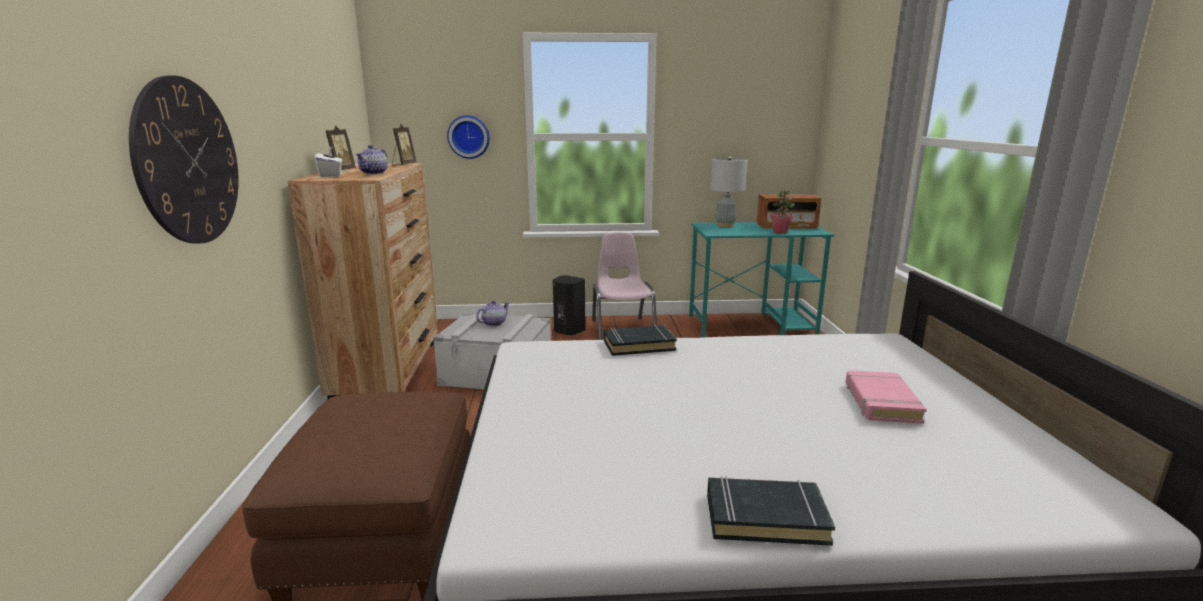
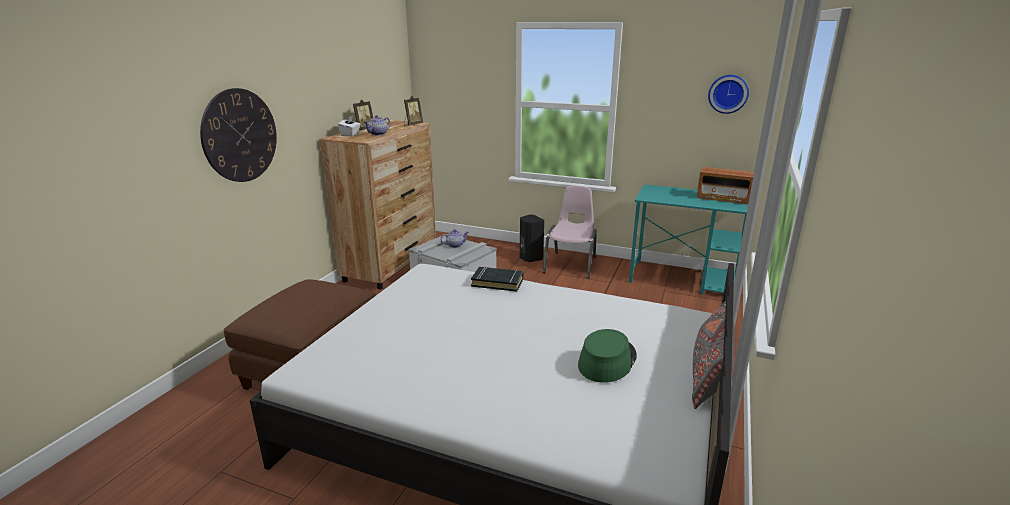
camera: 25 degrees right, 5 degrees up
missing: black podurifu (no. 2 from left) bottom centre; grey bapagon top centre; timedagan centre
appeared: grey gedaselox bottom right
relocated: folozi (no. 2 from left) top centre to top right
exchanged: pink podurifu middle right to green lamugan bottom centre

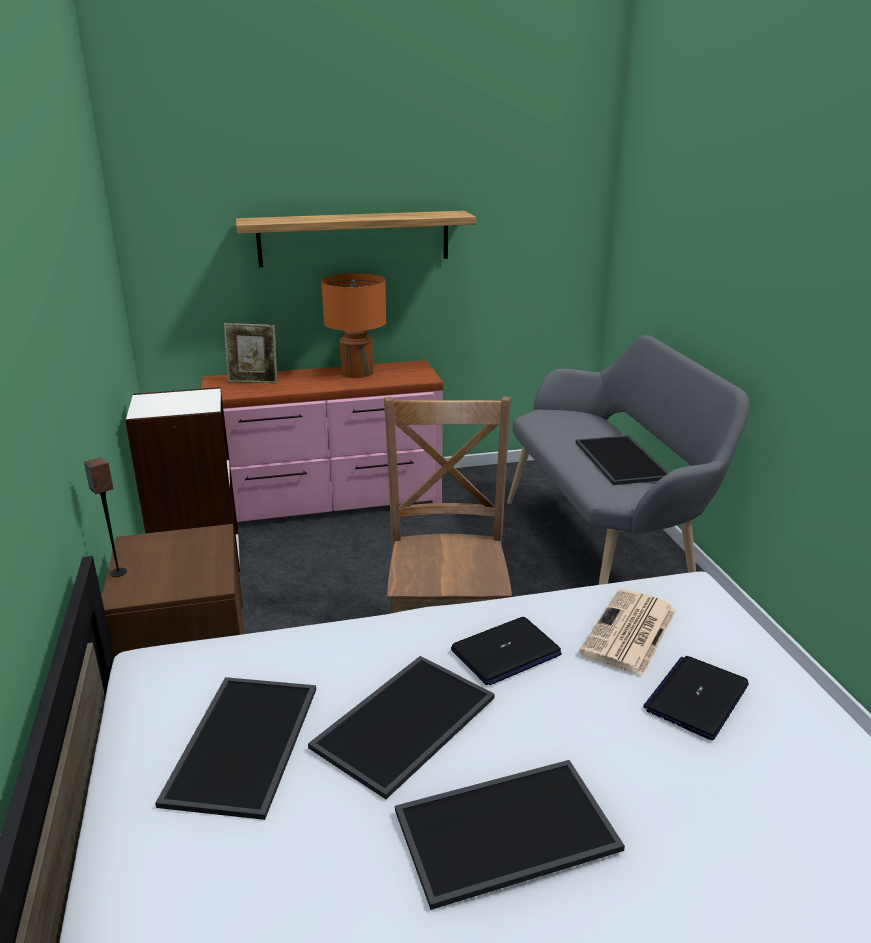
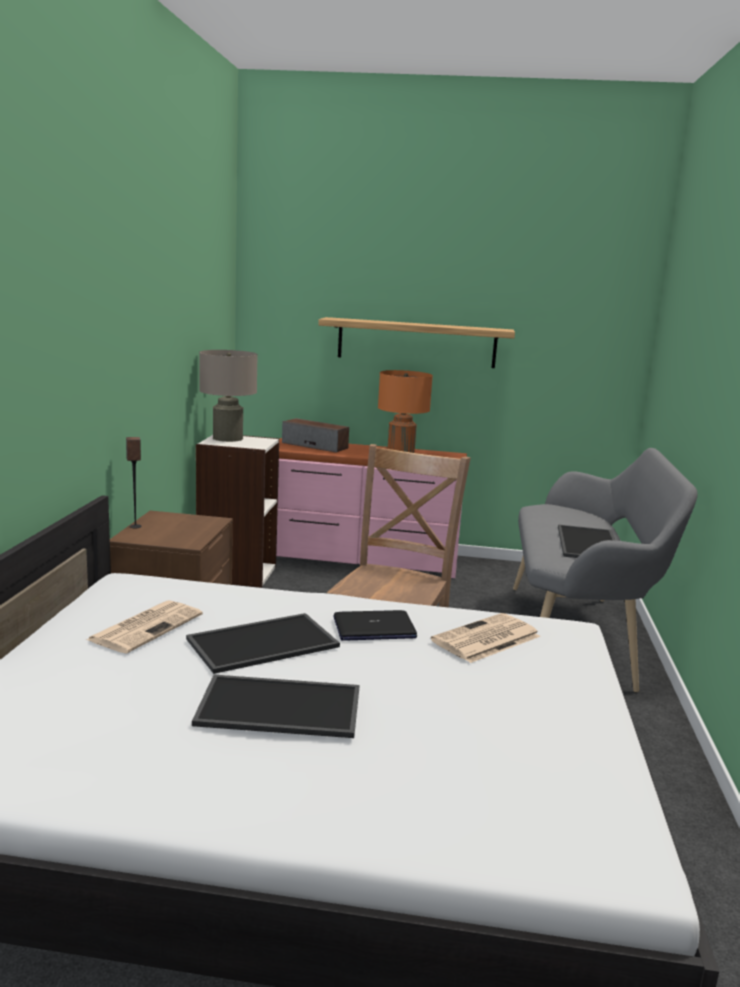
camera: 20 degrees right, 10 degrees down
missing: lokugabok (no. 2 from left) bottom right
appeared: beige bapagon middle left
exchanged: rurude (no. 1 from left) bottom left to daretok (no. 1 from left) middle left; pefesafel middle left to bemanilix (no. 2 from left) centre

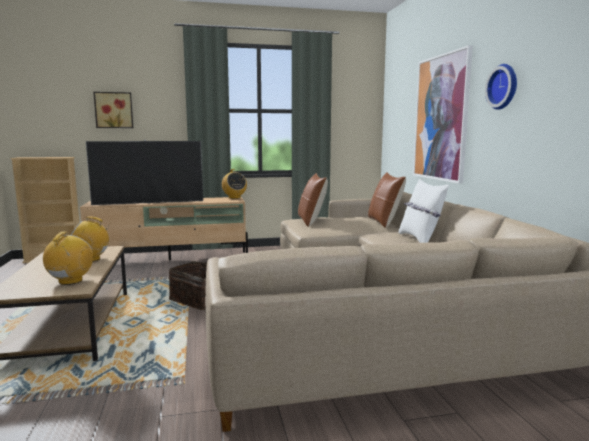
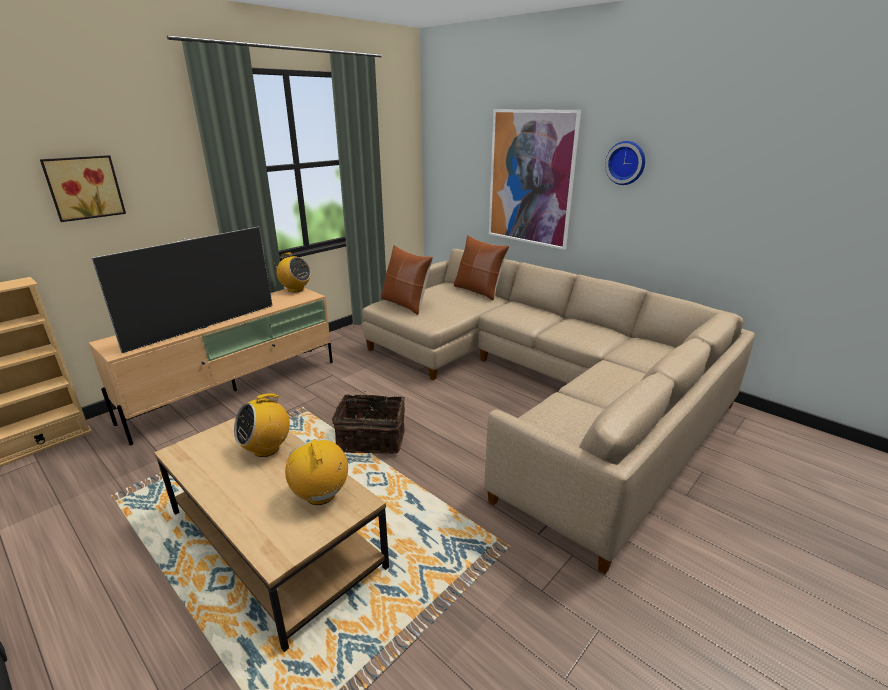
camera: 35 degrees left, 15 degrees up
missing: white gedaselox middle right

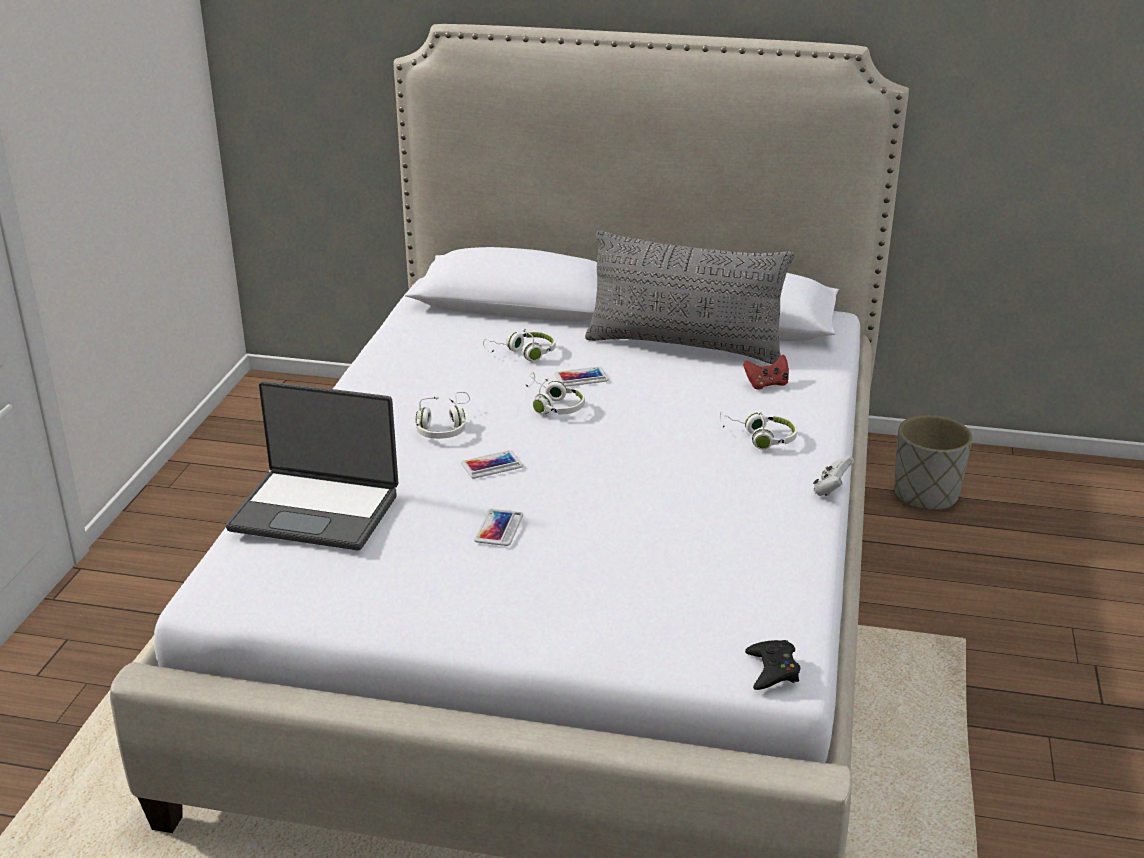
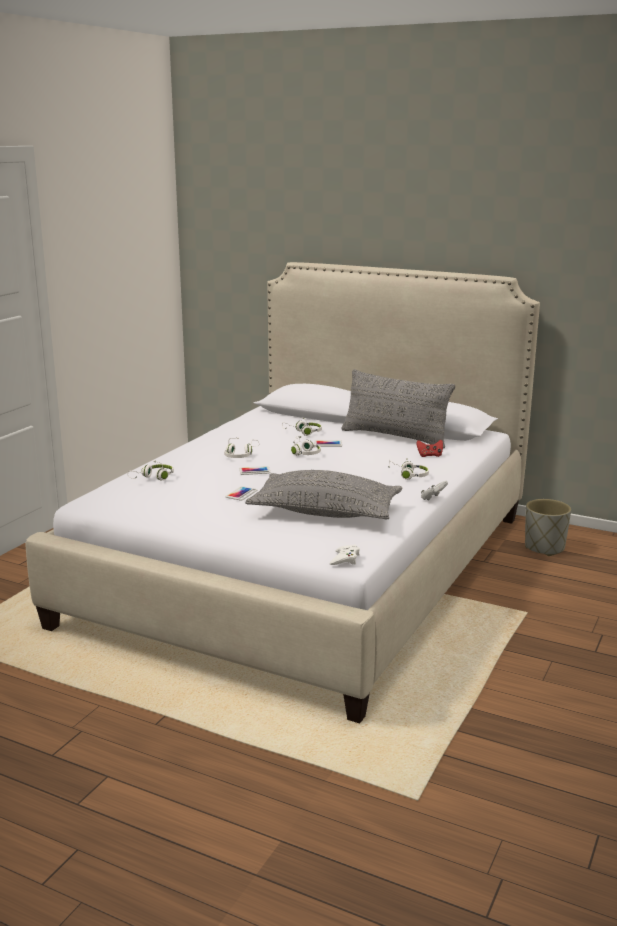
camera: 15 degrees right, 10 degrees down
appeared: grey gedaselox (no. 1 from left) centre
exchanged: lokugabok middle left to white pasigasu (no. 1 from left) middle left
colour: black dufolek bottom right to white dufolek (no. 1 from left) centre

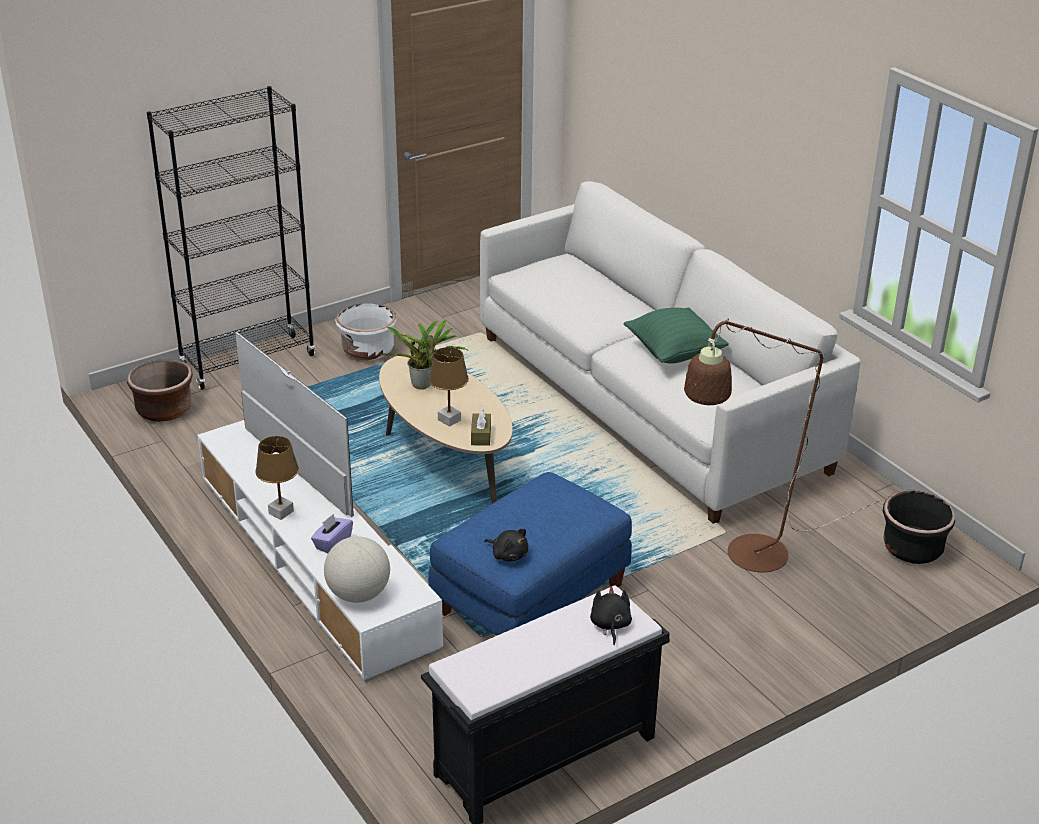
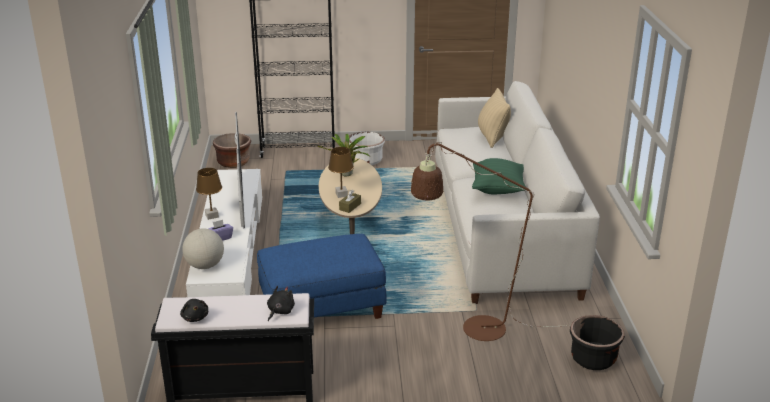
camera: 30 degrees right, 5 degrees down
appeared: beige gedaselox top centre
relocated: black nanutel (no. 1 from left) centre to bottom left

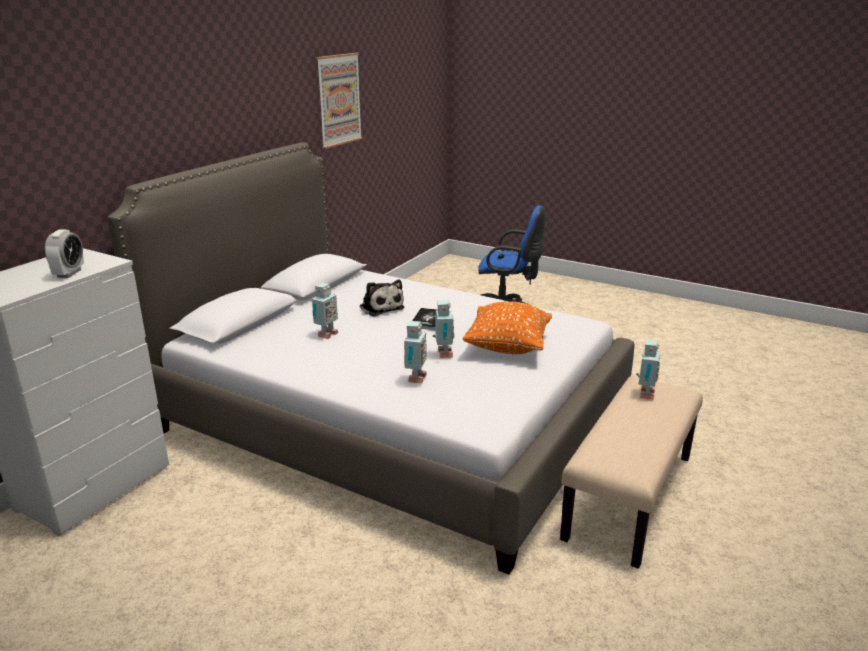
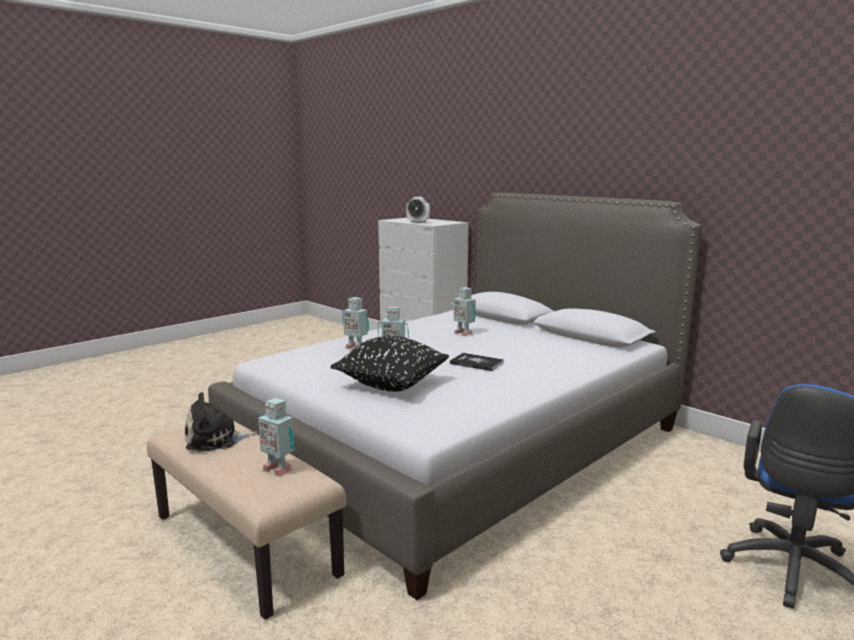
camera: 105 degrees right, 10 degrees down
missing: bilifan top centre
relocated: nanutel centre to middle left
colour: orange gedaselox centre to black gedaselox centre

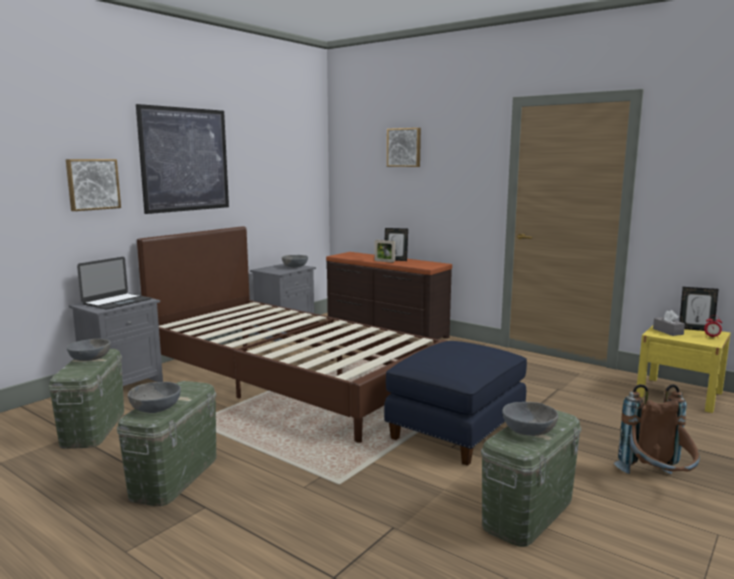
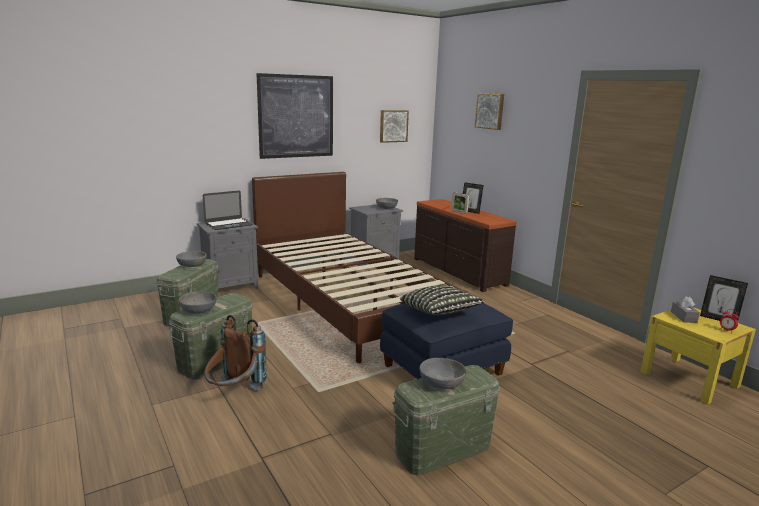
camera: 20 degrees right, 5 degrees up
appeared: gedaselox centre
relocated: bilifan (no. 1 from left in the first image) top left to bilifan (no. 2 from left) top centre; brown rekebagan bottom right to bottom left

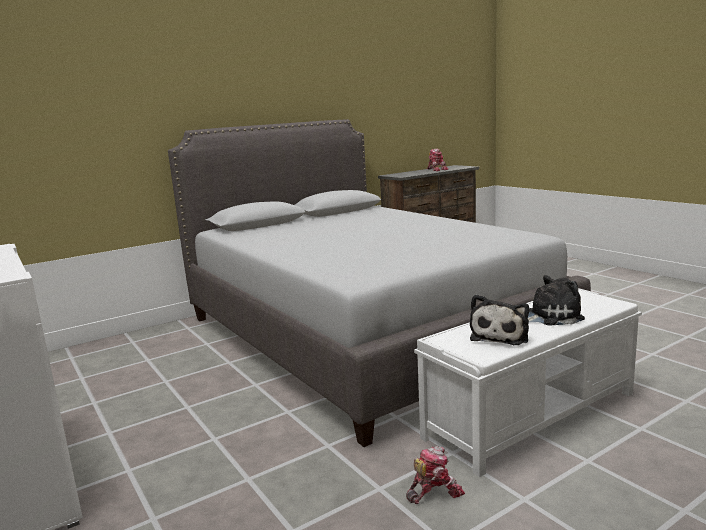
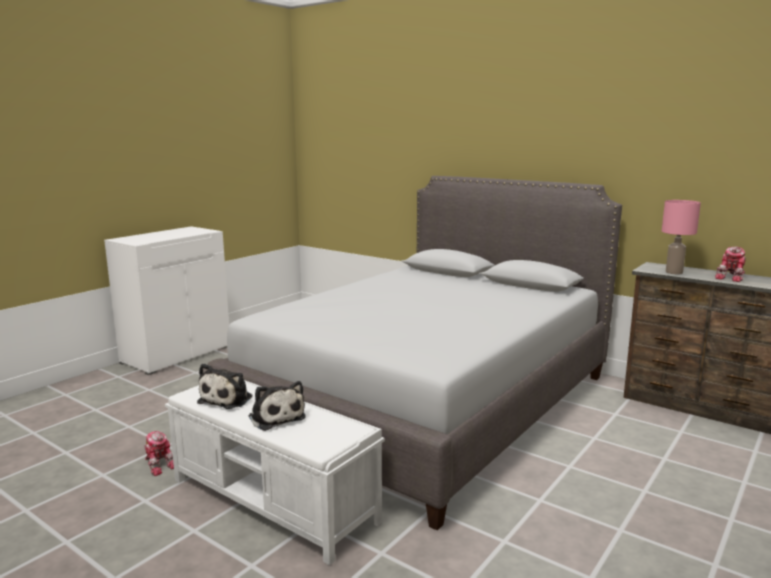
camera: 70 degrees right, 0 degrees up
appeared: pink bapagon middle right
spun: nanutel (no. 1 from left) middle right = bottom left 75 degrees counterclockwise

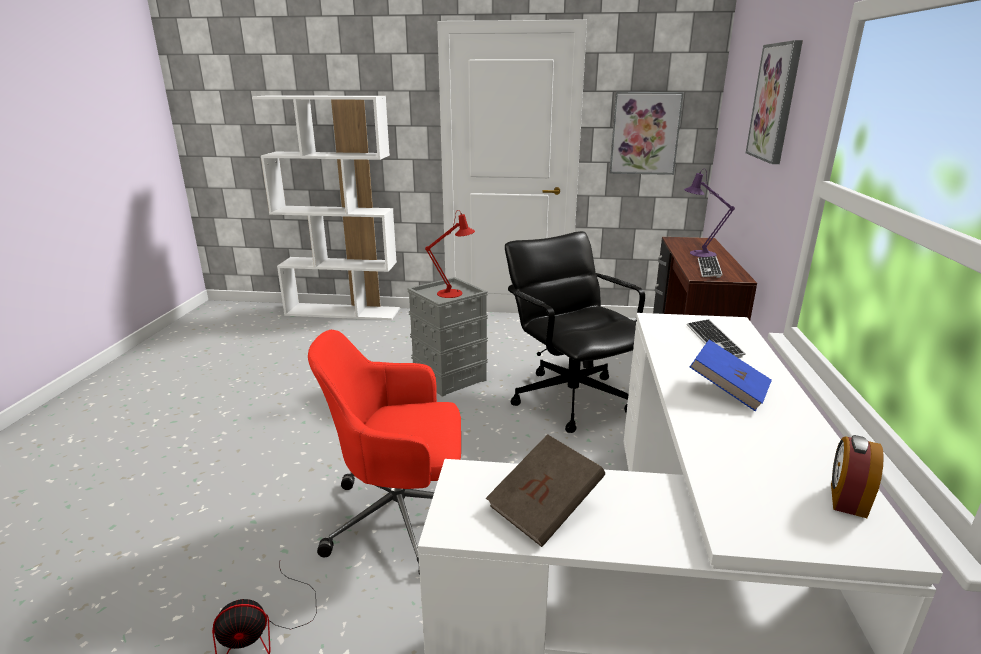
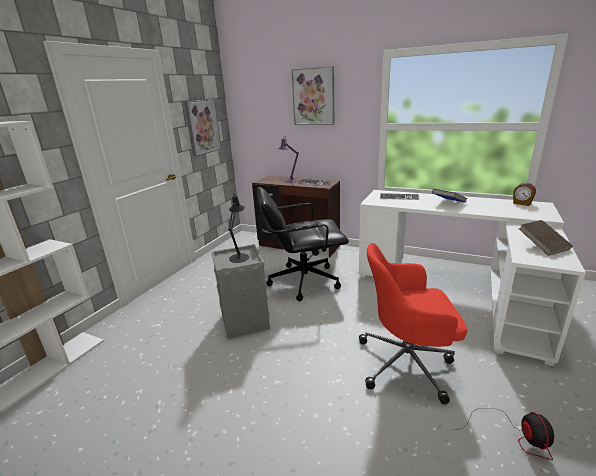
camera: 70 degrees left, 0 degrees up
colour: red bapagon centre to black bapagon centre
spun: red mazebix bottom centre = bottom right 75 degrees clockwise

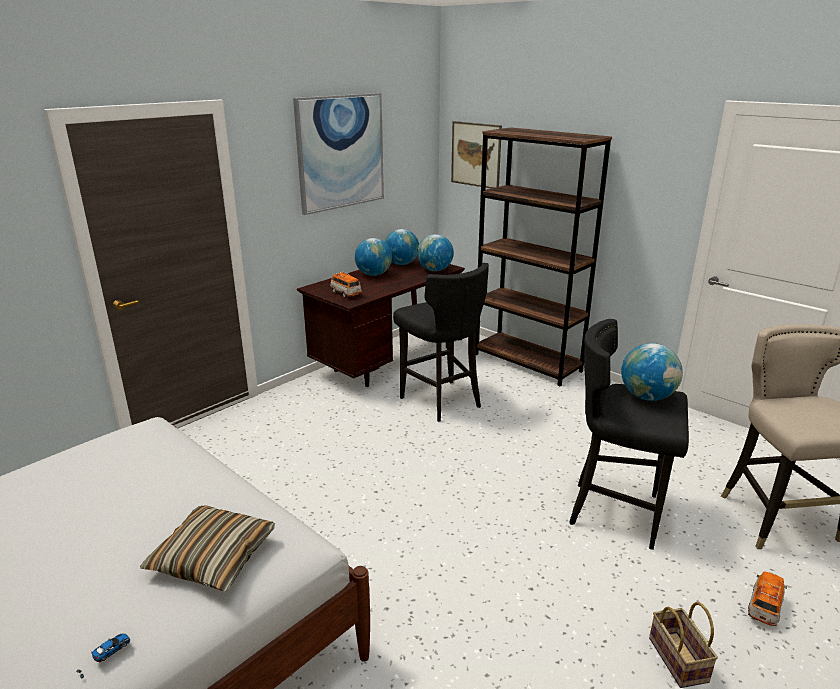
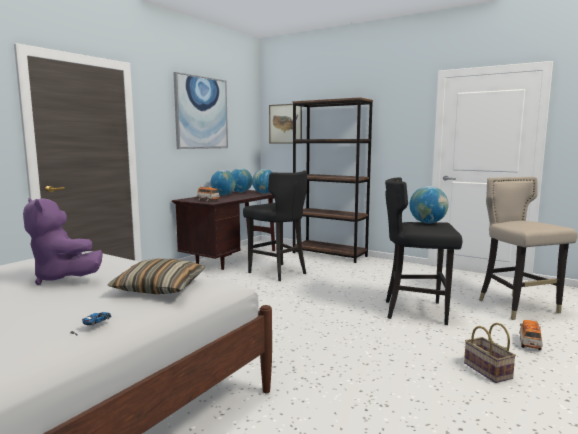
camera: 10 degrees left, 15 degrees down
appeared: purple nanutel middle left

